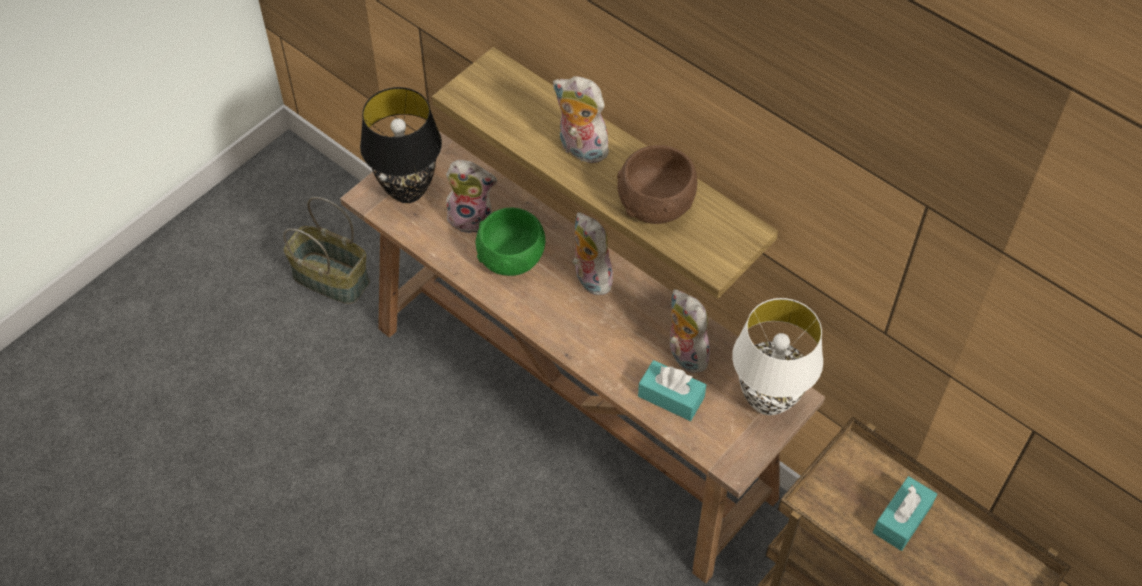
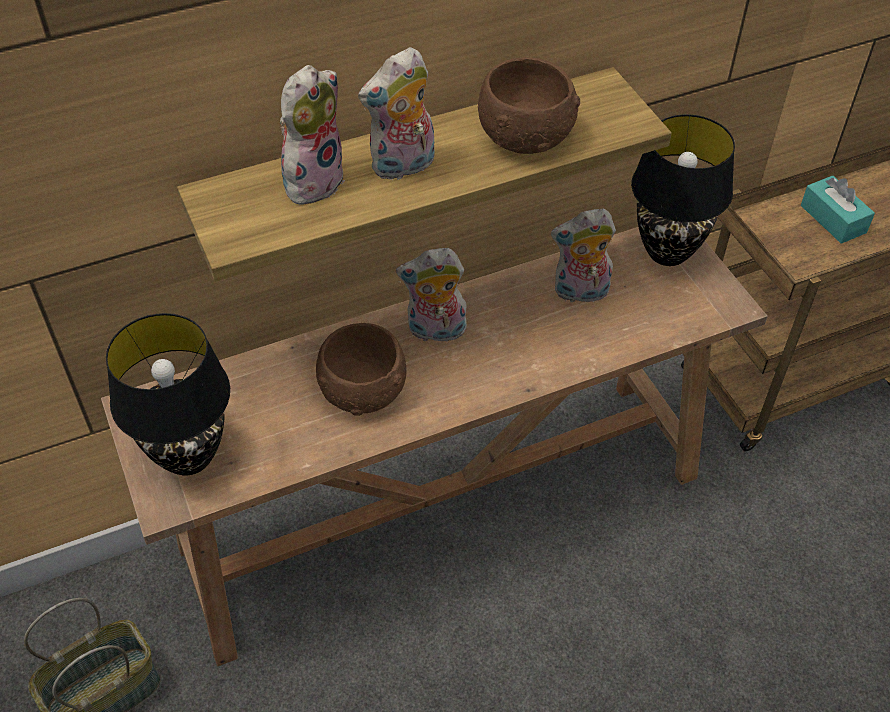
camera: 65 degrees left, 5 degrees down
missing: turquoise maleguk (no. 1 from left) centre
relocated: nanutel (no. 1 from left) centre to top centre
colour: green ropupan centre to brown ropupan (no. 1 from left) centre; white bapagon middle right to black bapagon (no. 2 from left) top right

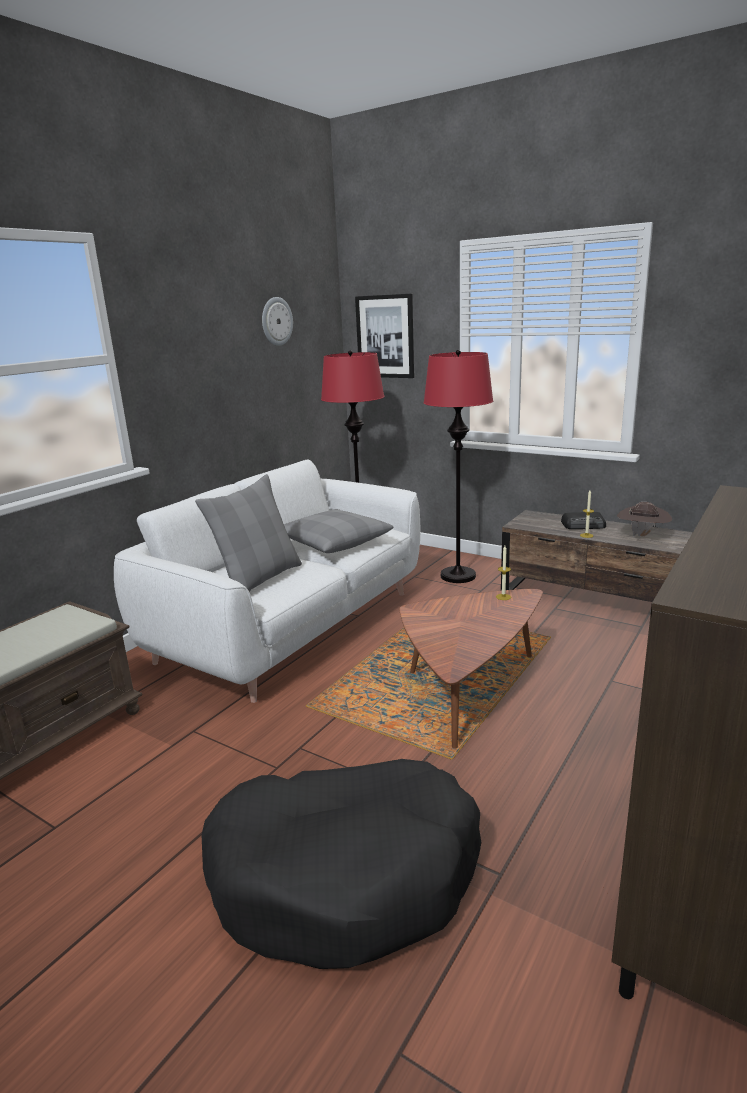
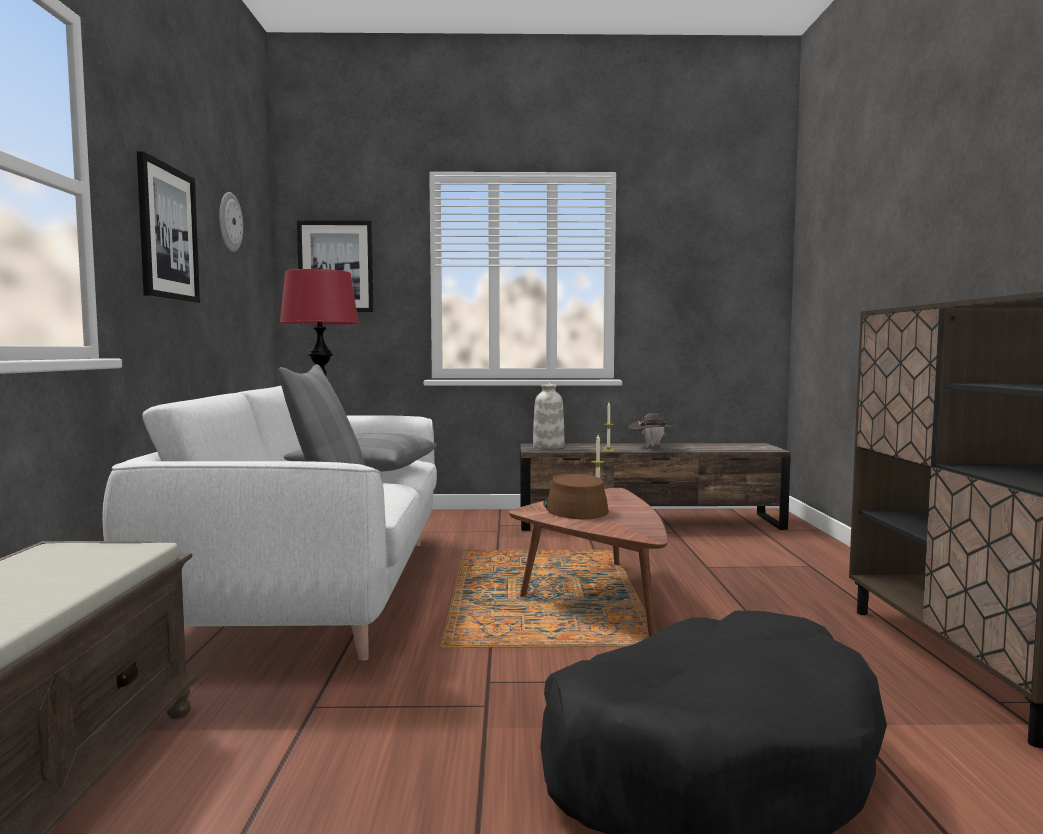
camera: 35 degrees left, 15 degrees down
missing: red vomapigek (no. 2 from left) centre; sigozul middle right
appeared: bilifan (no. 1 from left) top left; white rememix centre; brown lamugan (no. 1 from left) centre

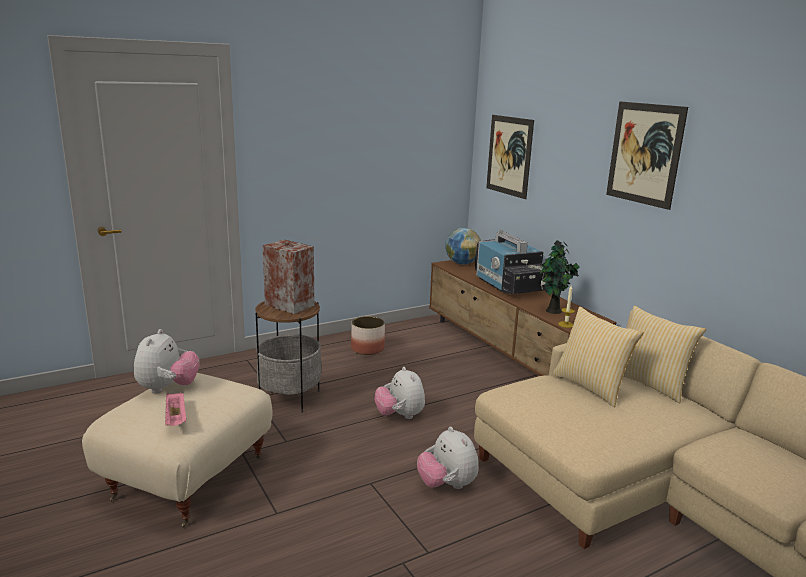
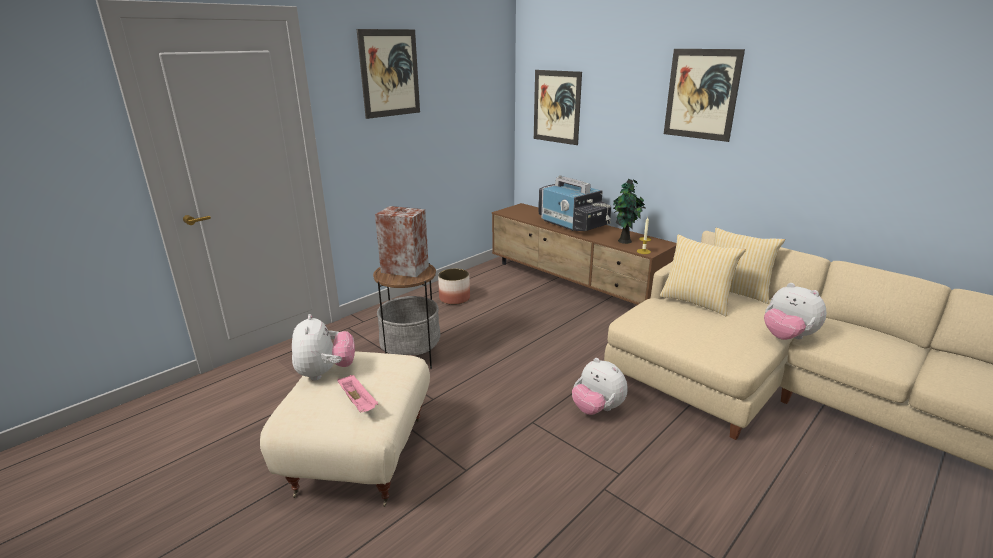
camera: 15 degrees left, 5 degrees up
missing: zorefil centre
appeared: bilifan (no. 1 from left) top centre
relocated: nanutel (no. 2 from left in the first image) bottom centre to nanutel (no. 3 from left) middle right

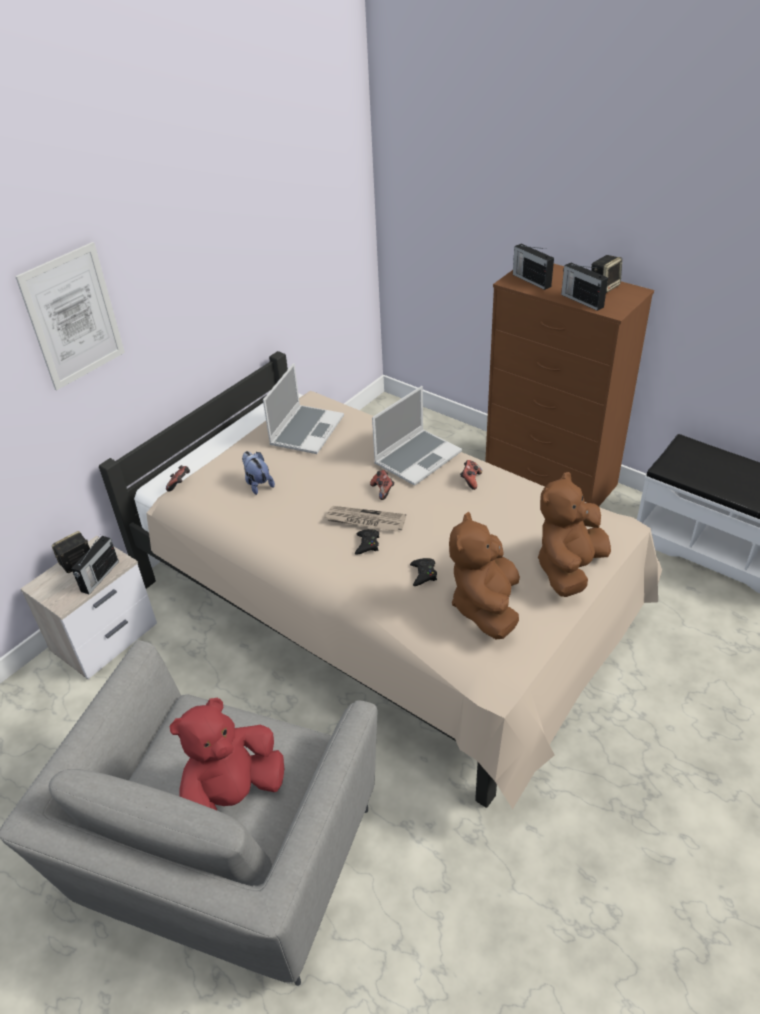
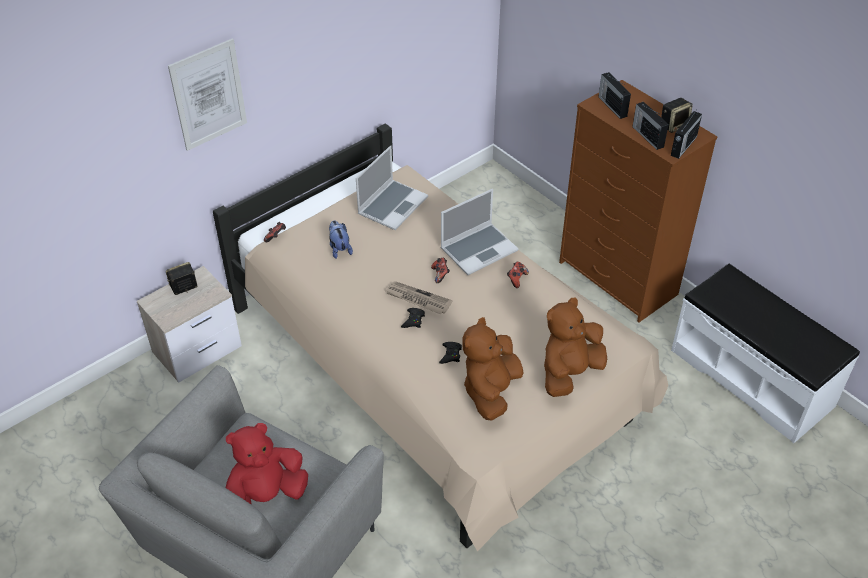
camera: 10 degrees right, 5 degrees up
relocated: sigozul (no. 1 from left in the first image) middle left to sigozul (no. 3 from left) top right

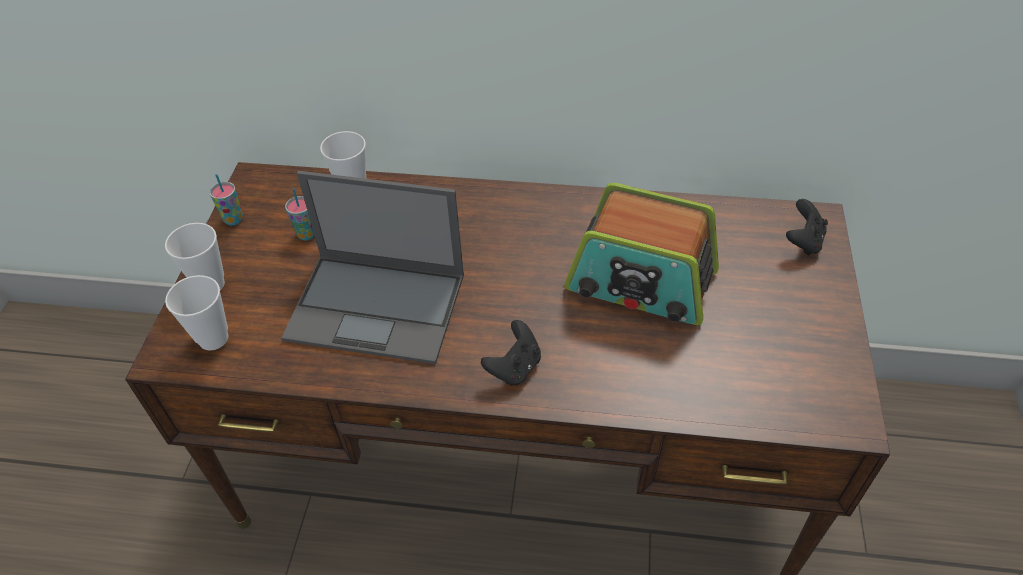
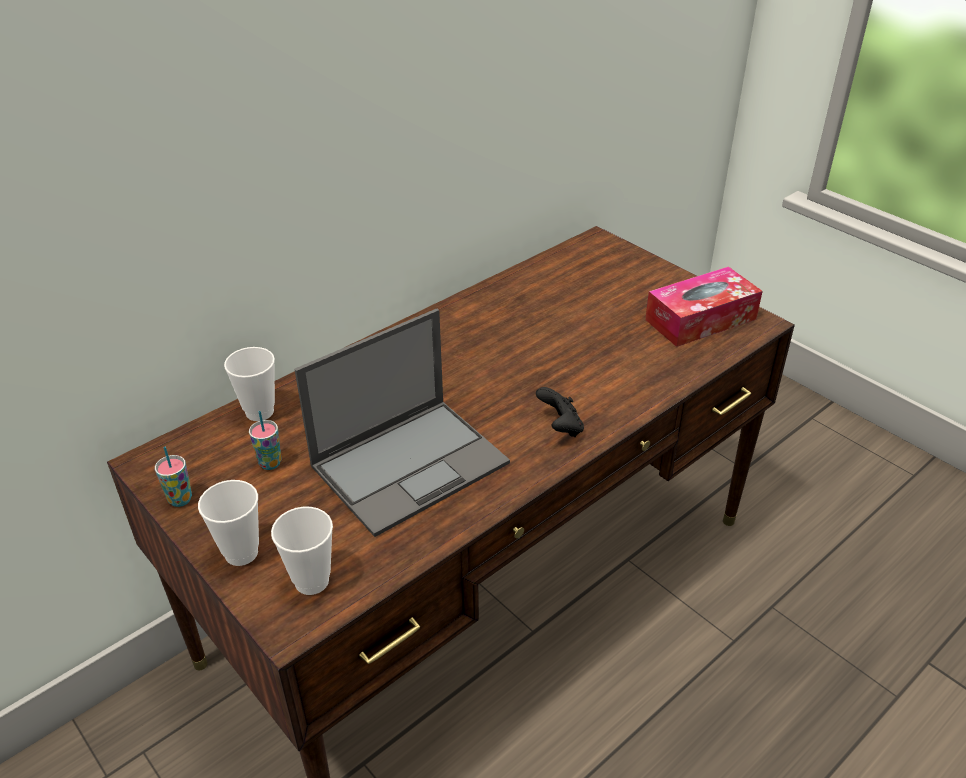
camera: 50 degrees left, 10 degrees down
missing: sigozul centre; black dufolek (no. 2 from left) middle right
appeared: maleguk middle right

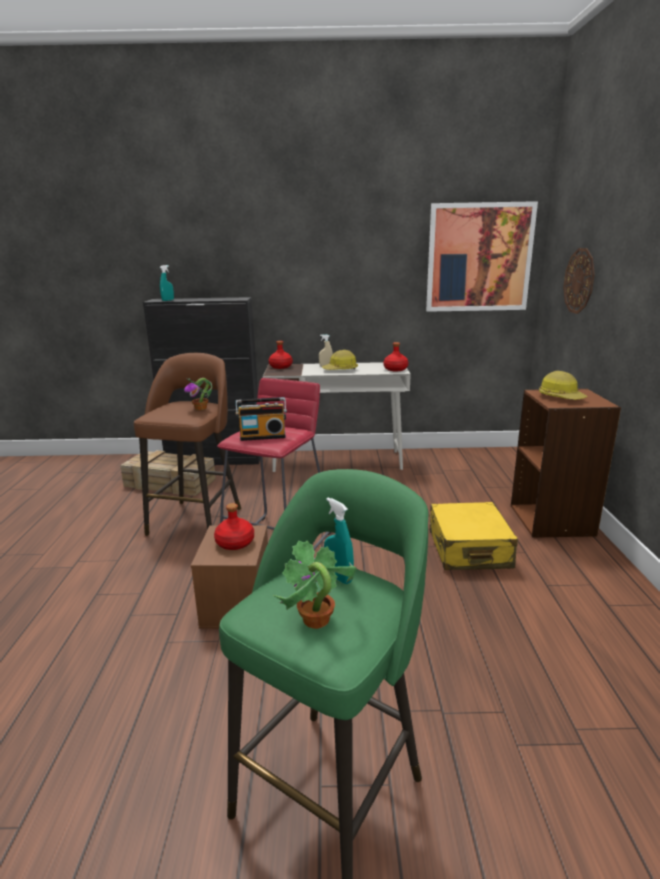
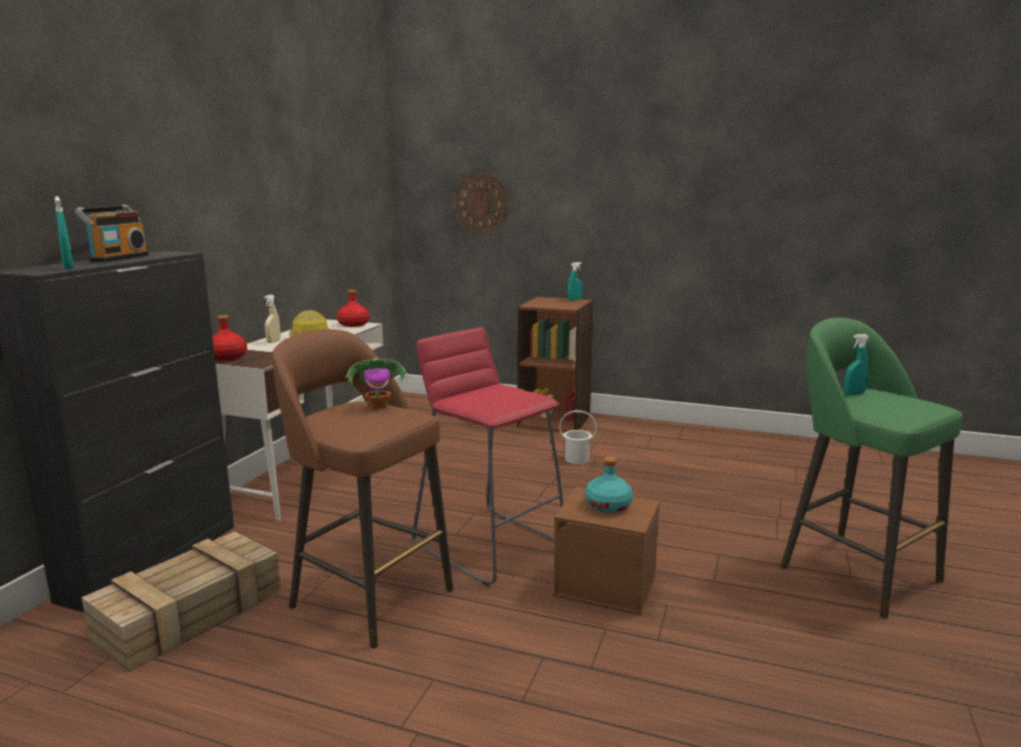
camera: 70 degrees left, 5 degrees down
missing: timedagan (no. 2 from left) centre; bilifan top right; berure (no. 2 from left) middle right
appeared: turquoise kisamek (no. 2 from left) centre
relocated: sigozul centre to top left
exchanged: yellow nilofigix middle right to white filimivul centre
colour: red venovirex (no. 1 from left) centre to turquoise venovirex centre

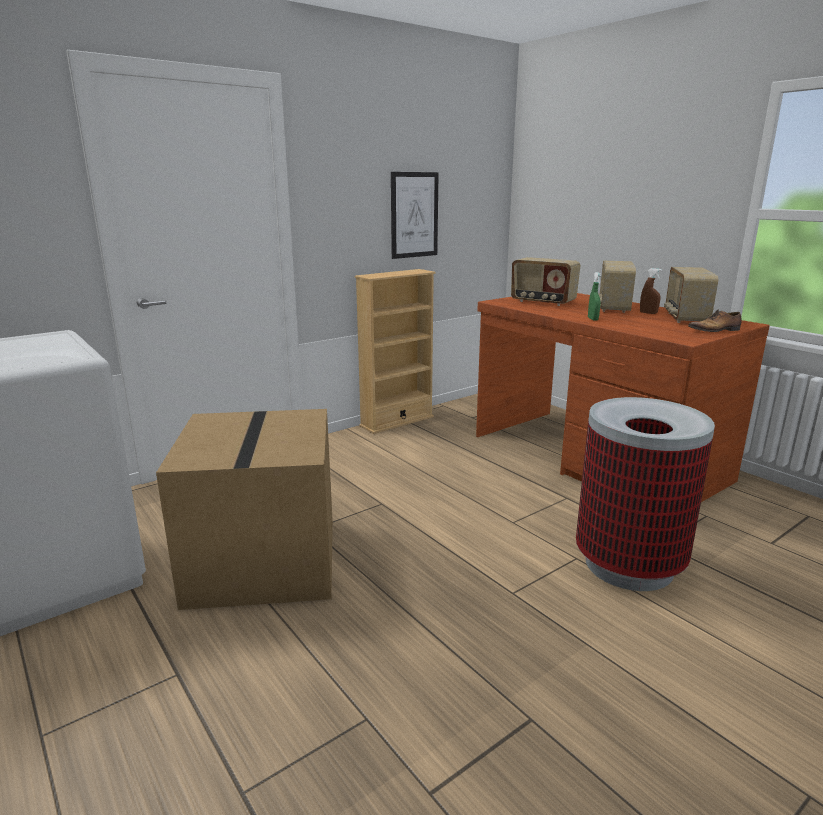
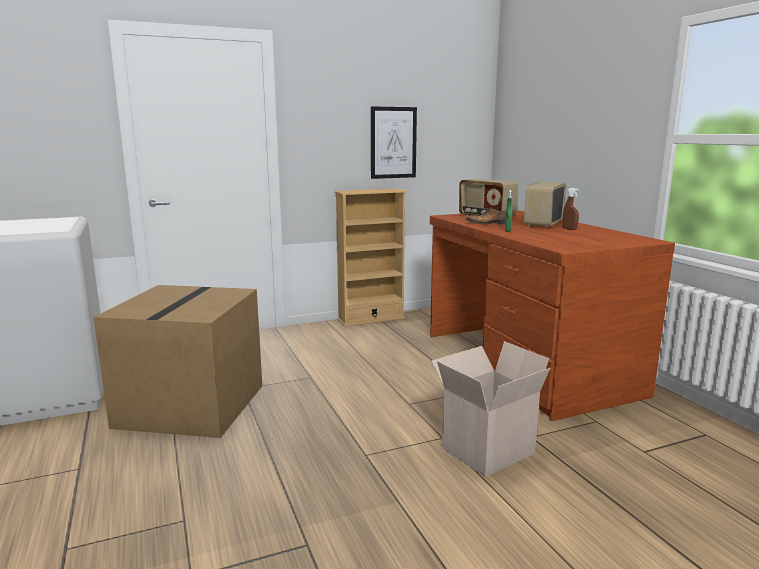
camera: 15 degrees right, 5 degrees down
missing: sigozul (no. 3 from left) middle right
relocated: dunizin middle right to centre
exchanged: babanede middle right to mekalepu (no. 2 from left) bottom centre

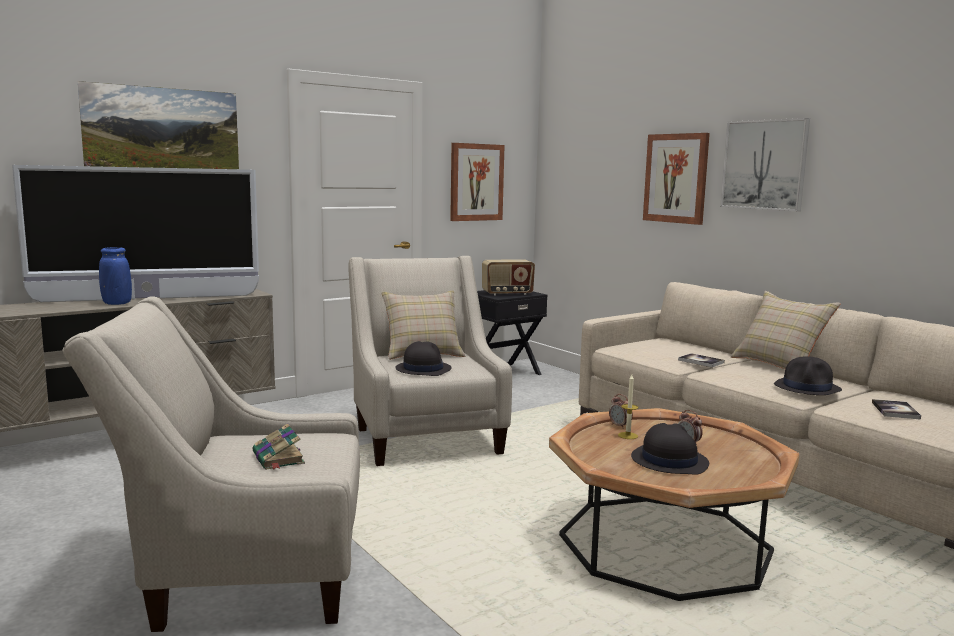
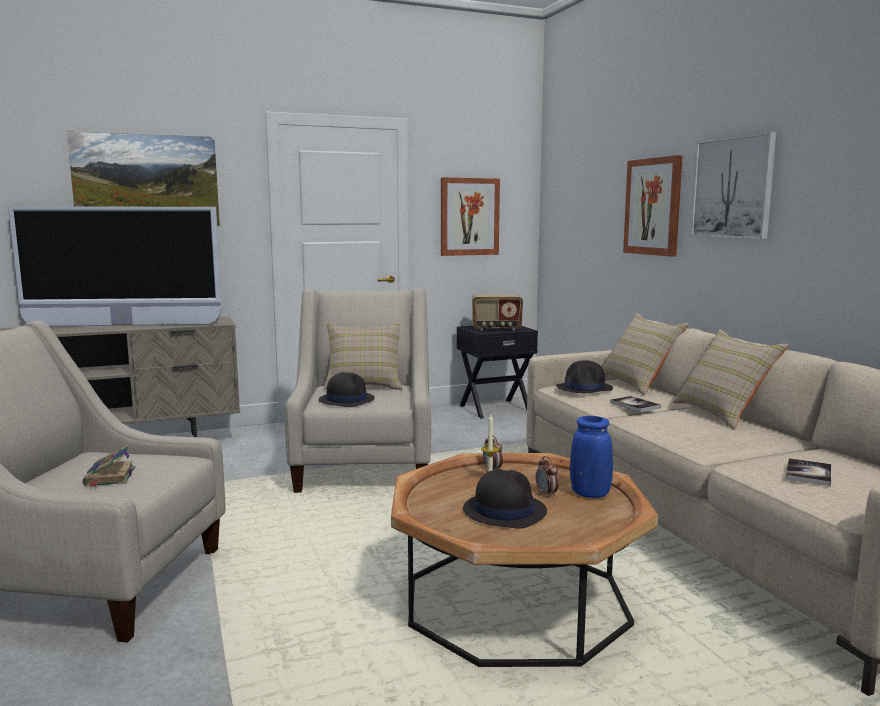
camera: 15 degrees right, 0 degrees up
appeared: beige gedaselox (no. 2 from left) middle right
relocated: blue rememix middle left to middle right; black lamugan (no. 3 from left) middle right to centre

